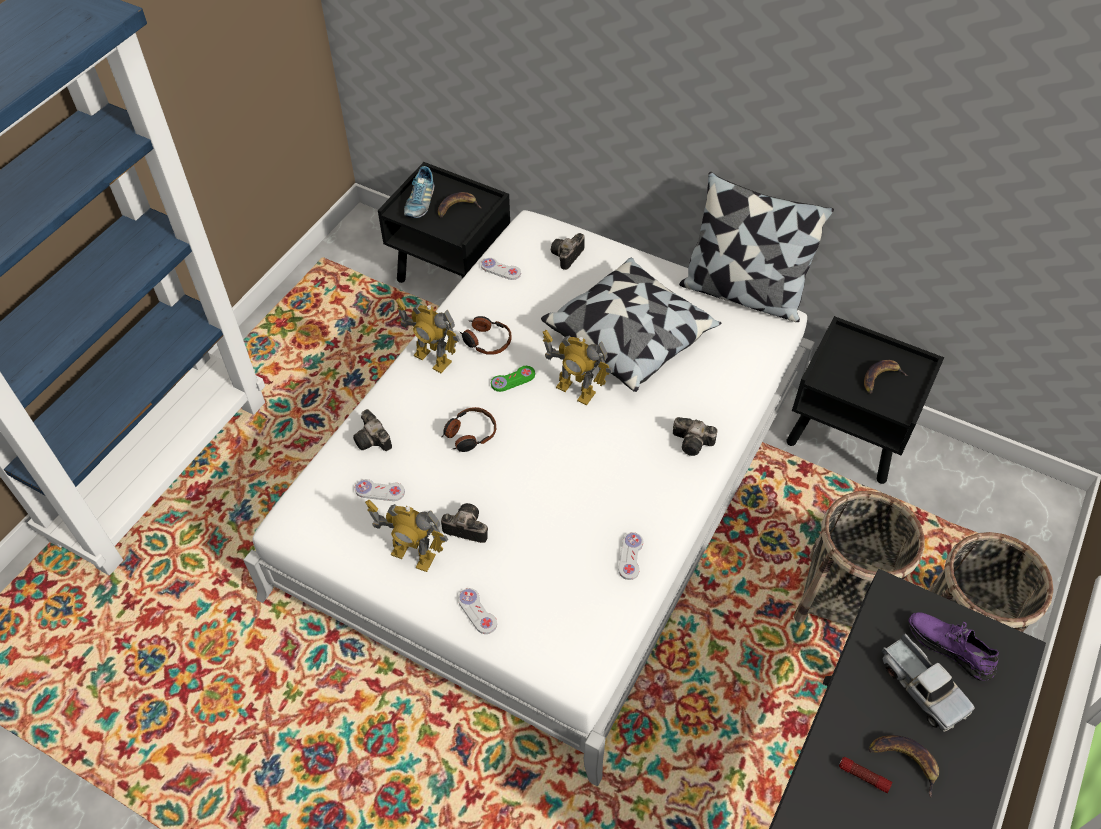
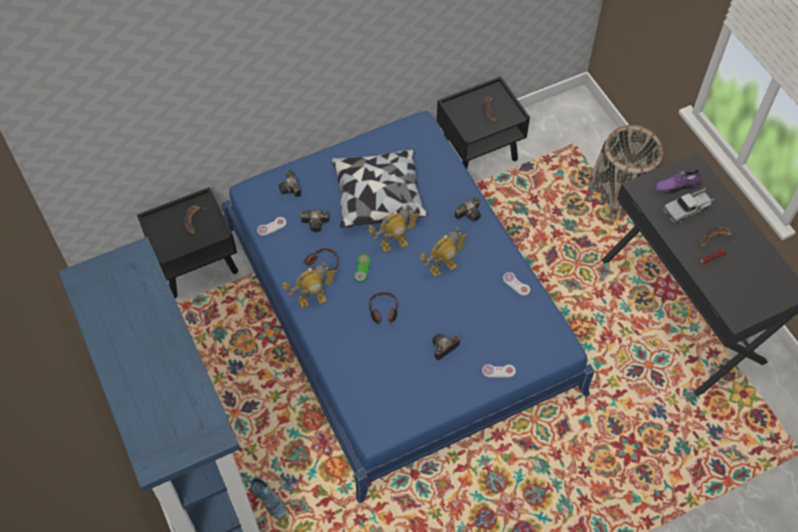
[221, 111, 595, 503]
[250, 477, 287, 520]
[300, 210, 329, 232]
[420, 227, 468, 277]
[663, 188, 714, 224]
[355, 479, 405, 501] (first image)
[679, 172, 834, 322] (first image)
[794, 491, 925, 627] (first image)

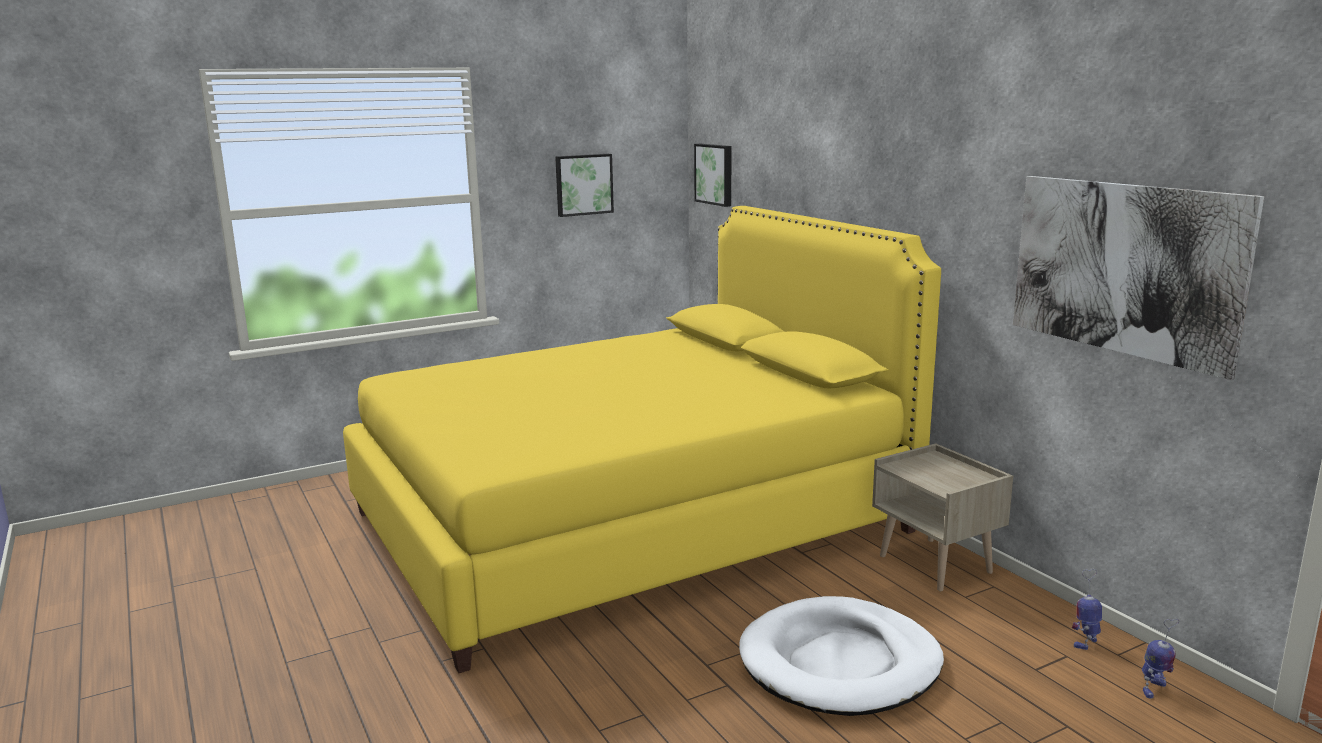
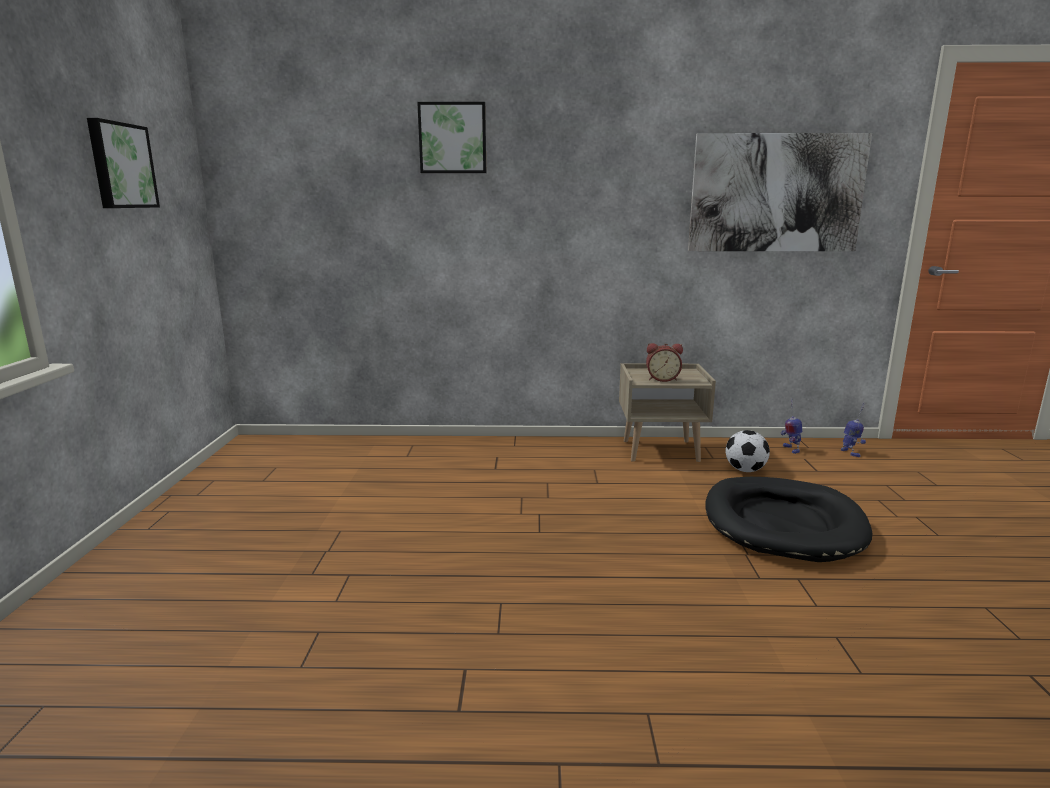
[417, 102, 486, 173]
[646, 343, 683, 382]
[705, 477, 873, 562]
[726, 430, 770, 472]
[343, 206, 941, 673] (first image)

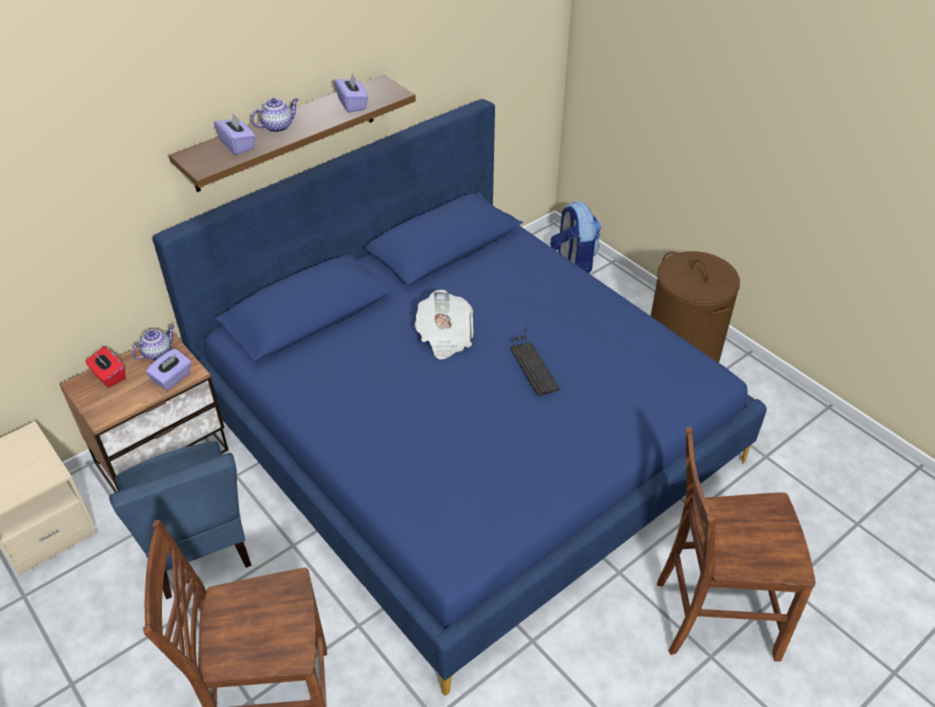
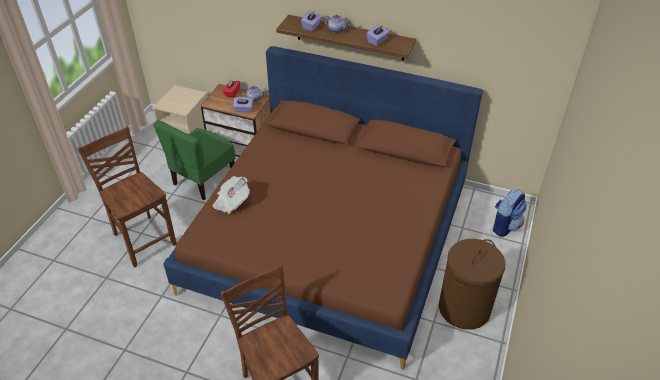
[153, 120, 235, 200]
[164, 46, 483, 370]
[213, 176, 250, 214]
[510, 326, 560, 396] (first image)

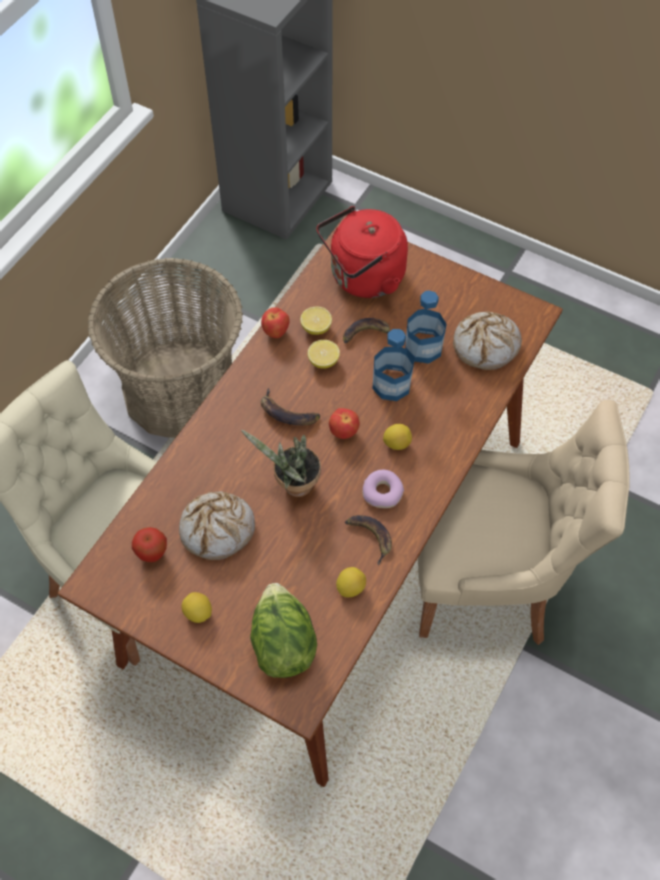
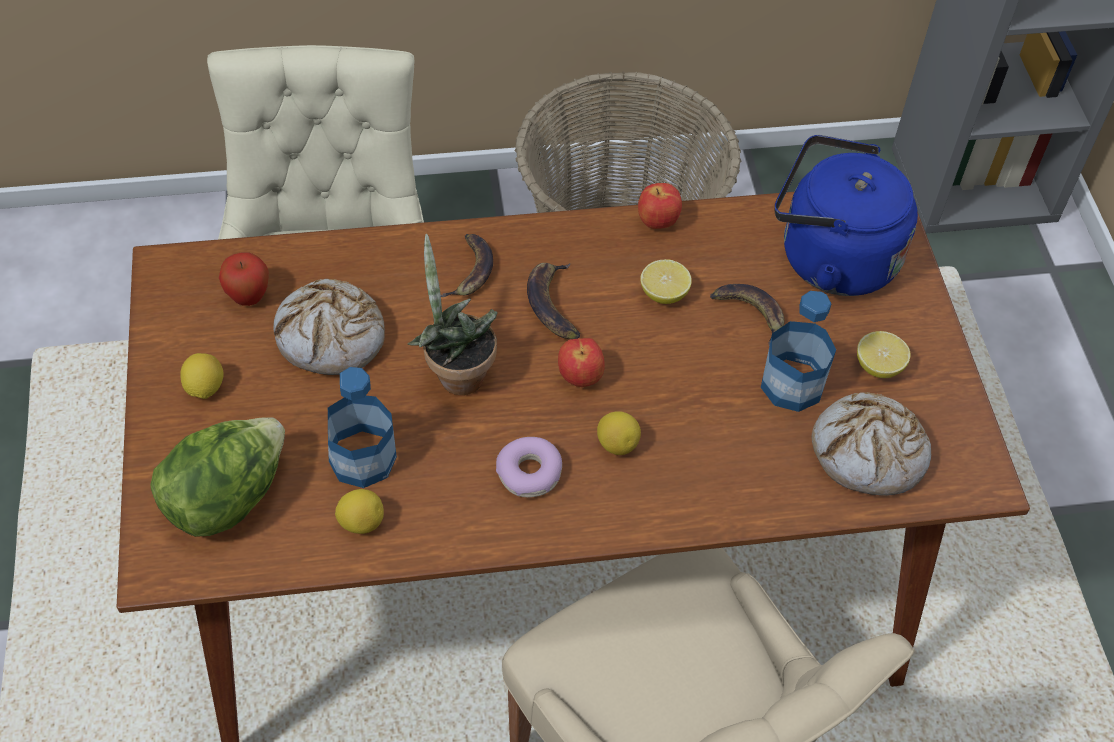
[328, 367, 397, 488]
[441, 234, 493, 297]
[774, 135, 918, 296]
[857, 331, 911, 378]

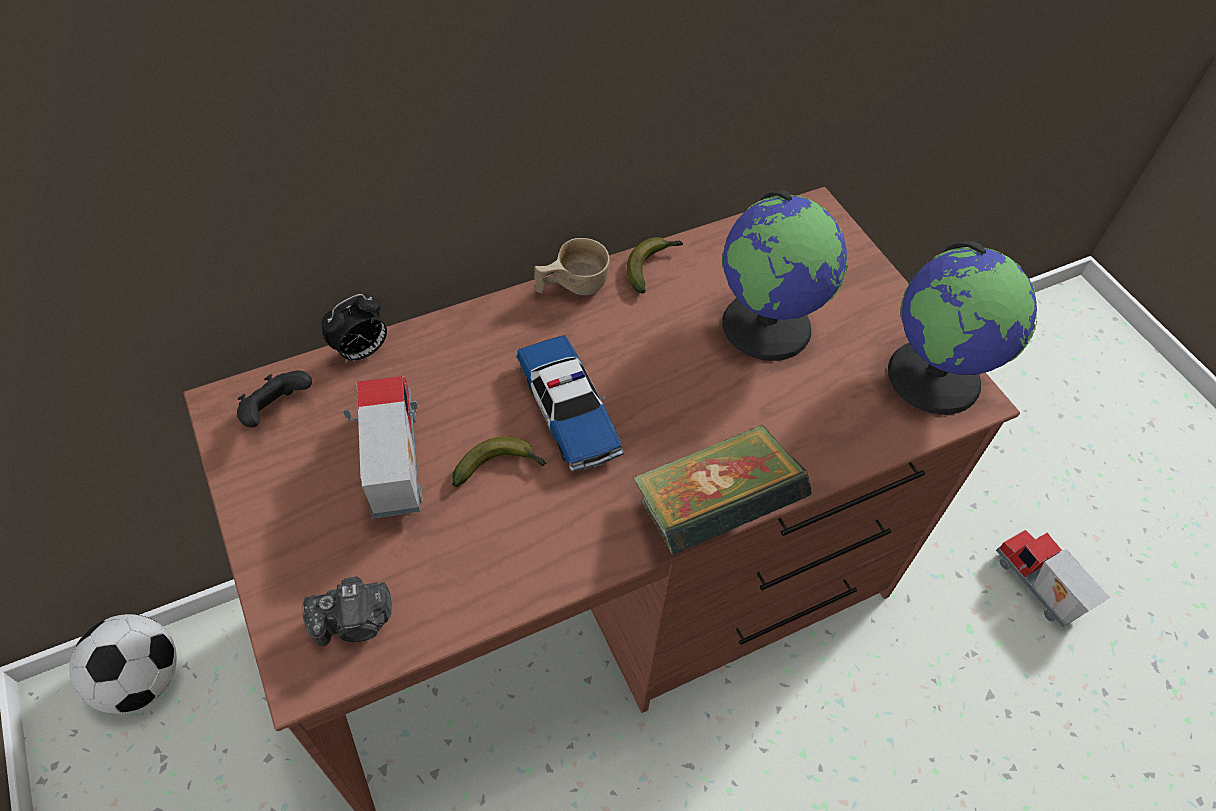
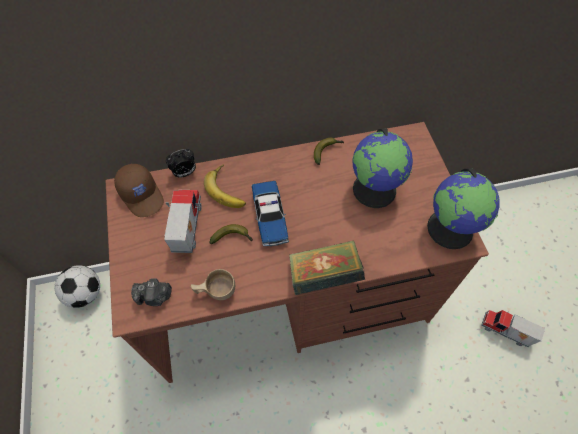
[114, 163, 164, 217]
[191, 269, 235, 300]
[204, 165, 246, 208]
[481, 310, 545, 347]

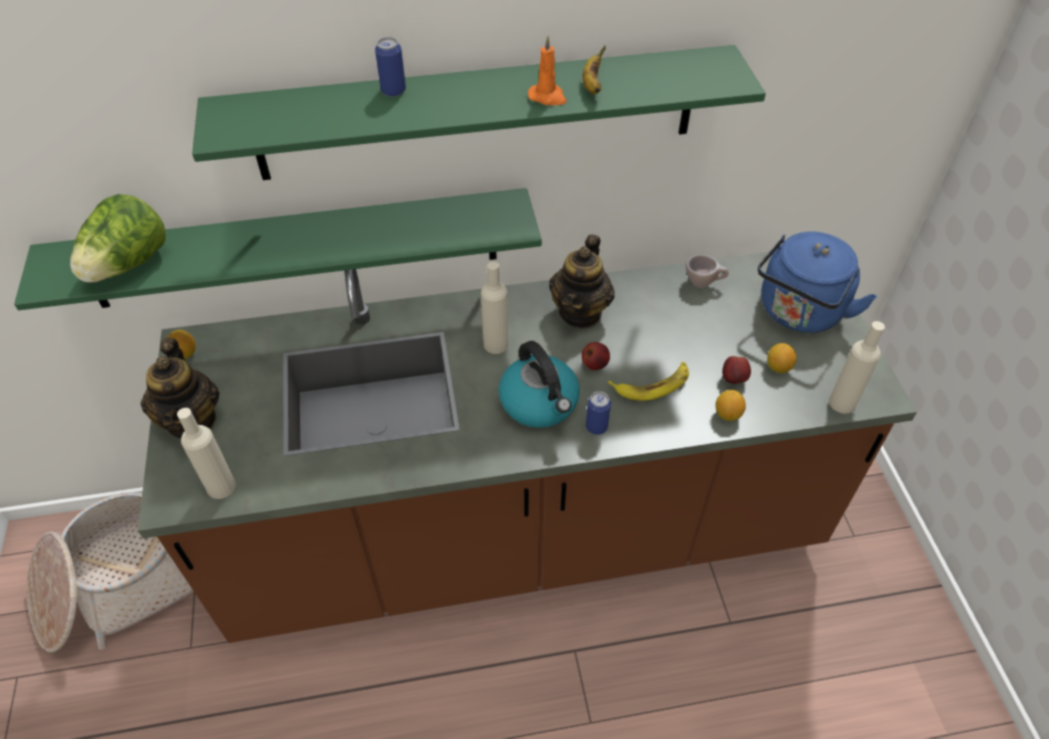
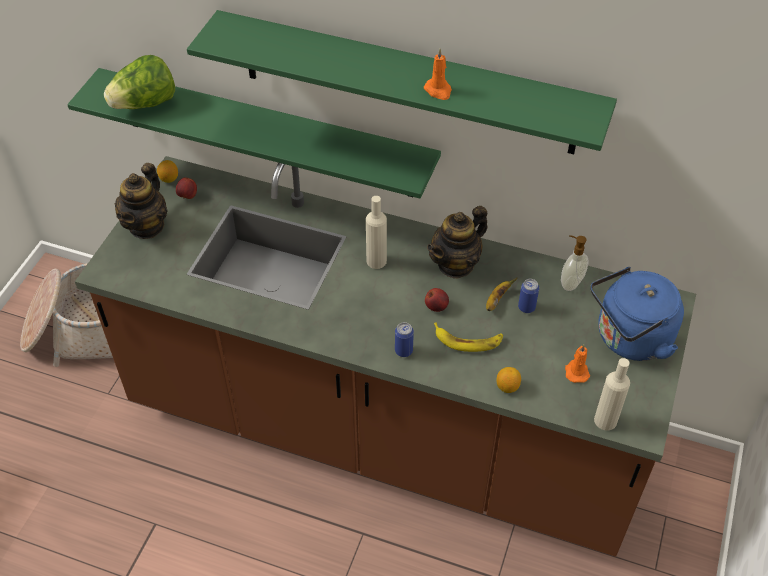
[176, 178, 197, 199]
[486, 277, 518, 311]
[518, 279, 539, 313]
[561, 235, 589, 291]
[565, 345, 590, 383]
[177, 408, 236, 499] (first image)
[498, 341, 580, 428] (first image)

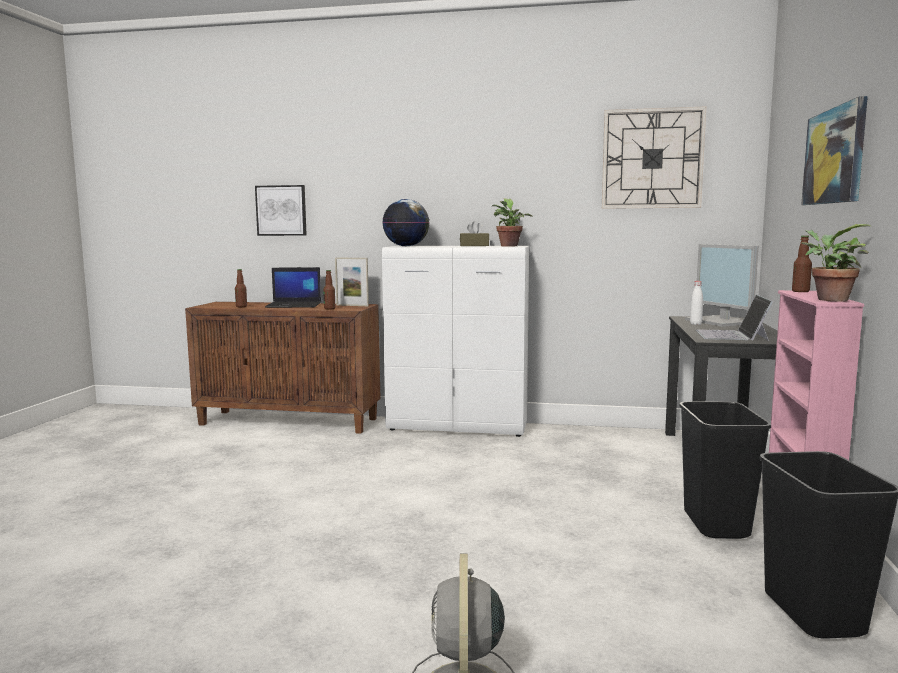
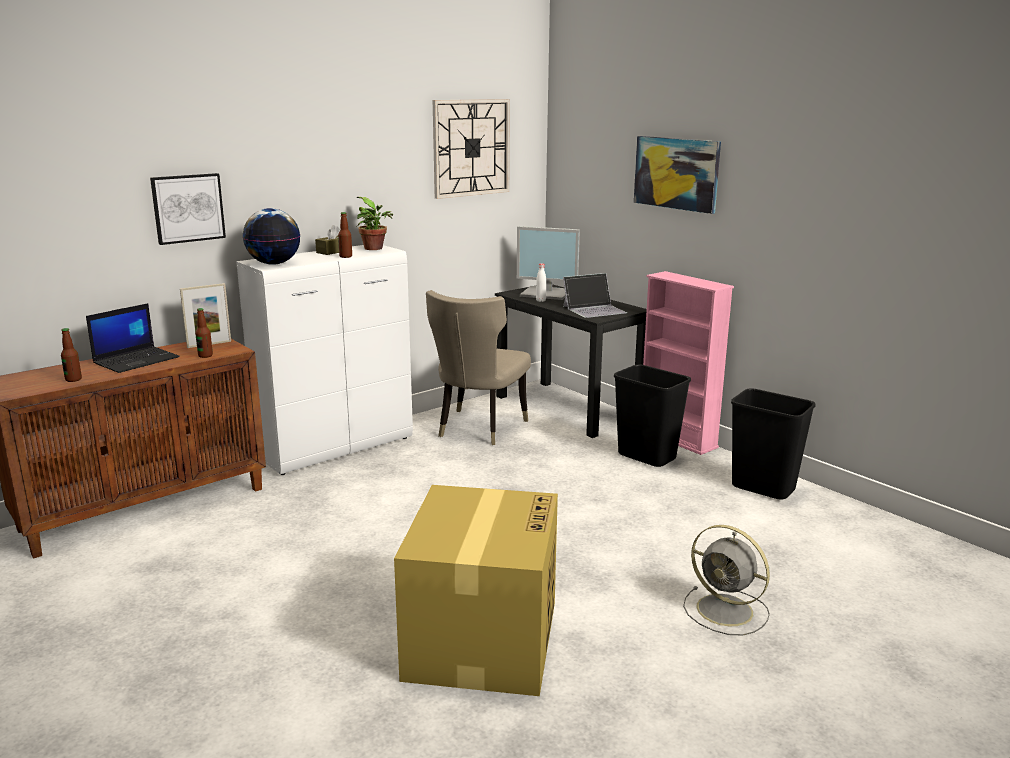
[150, 173, 226, 245]
[338, 212, 352, 258]
[394, 485, 558, 696]
[426, 290, 531, 445]
[563, 273, 628, 318]
[802, 224, 870, 302] (first image)

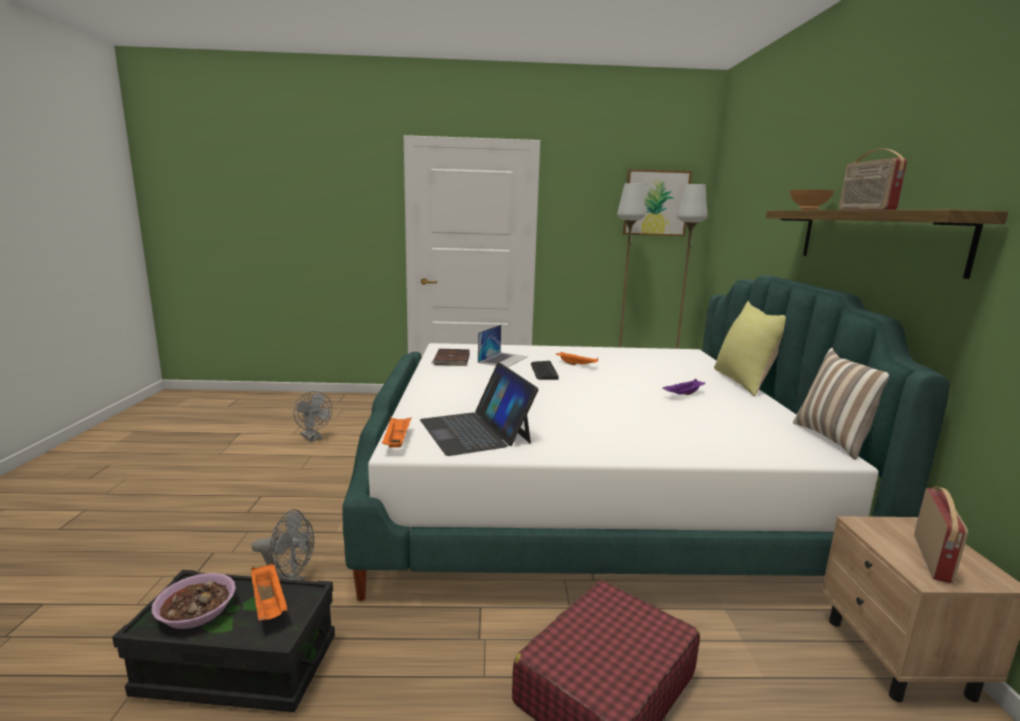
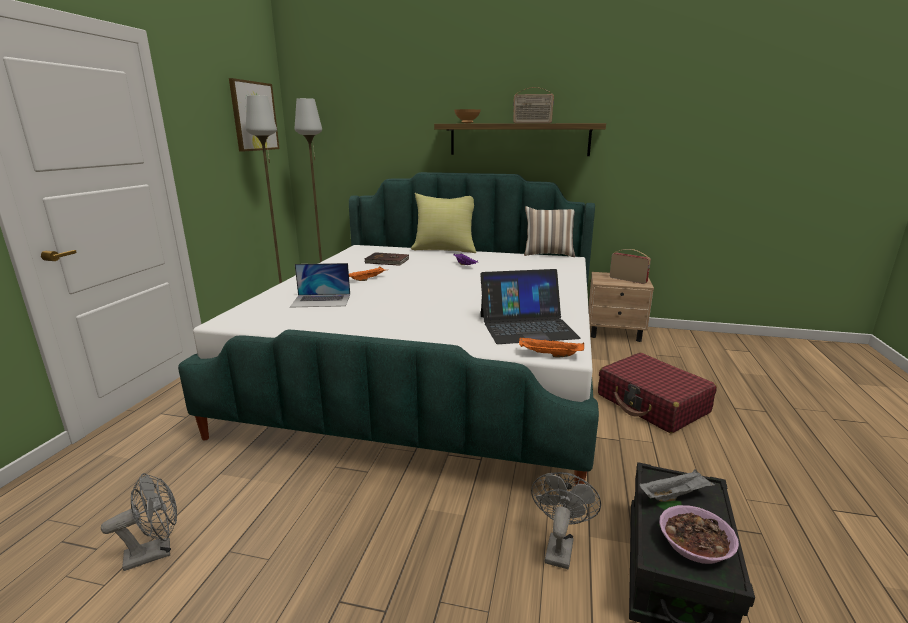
[290, 263, 350, 307]
[364, 252, 409, 266]
[640, 469, 715, 502]
[531, 361, 559, 380] (first image)

